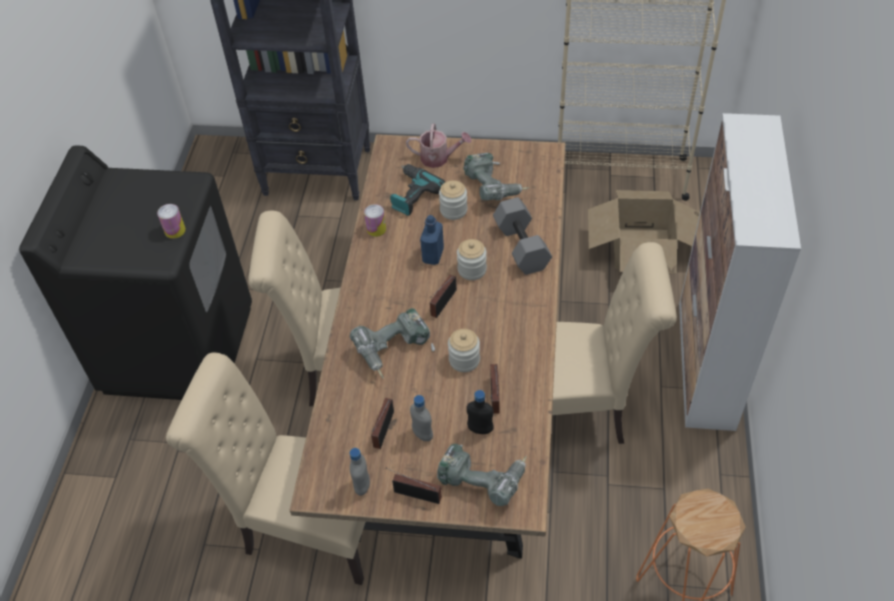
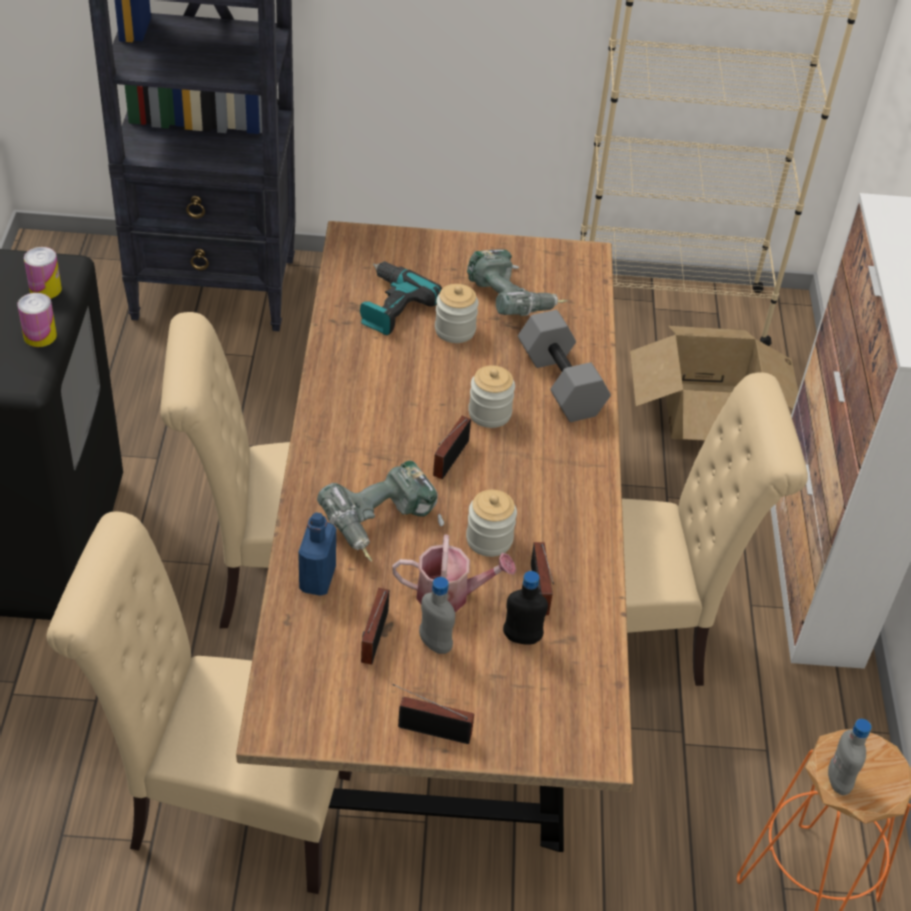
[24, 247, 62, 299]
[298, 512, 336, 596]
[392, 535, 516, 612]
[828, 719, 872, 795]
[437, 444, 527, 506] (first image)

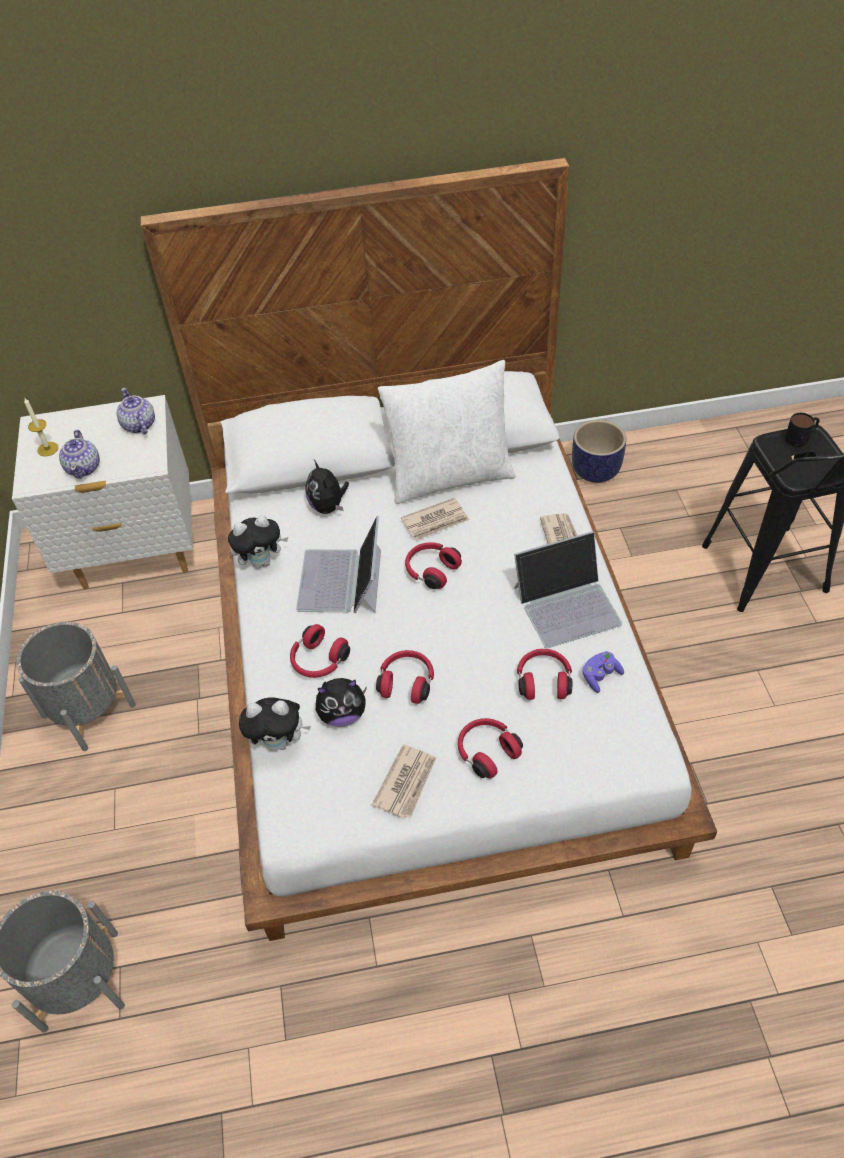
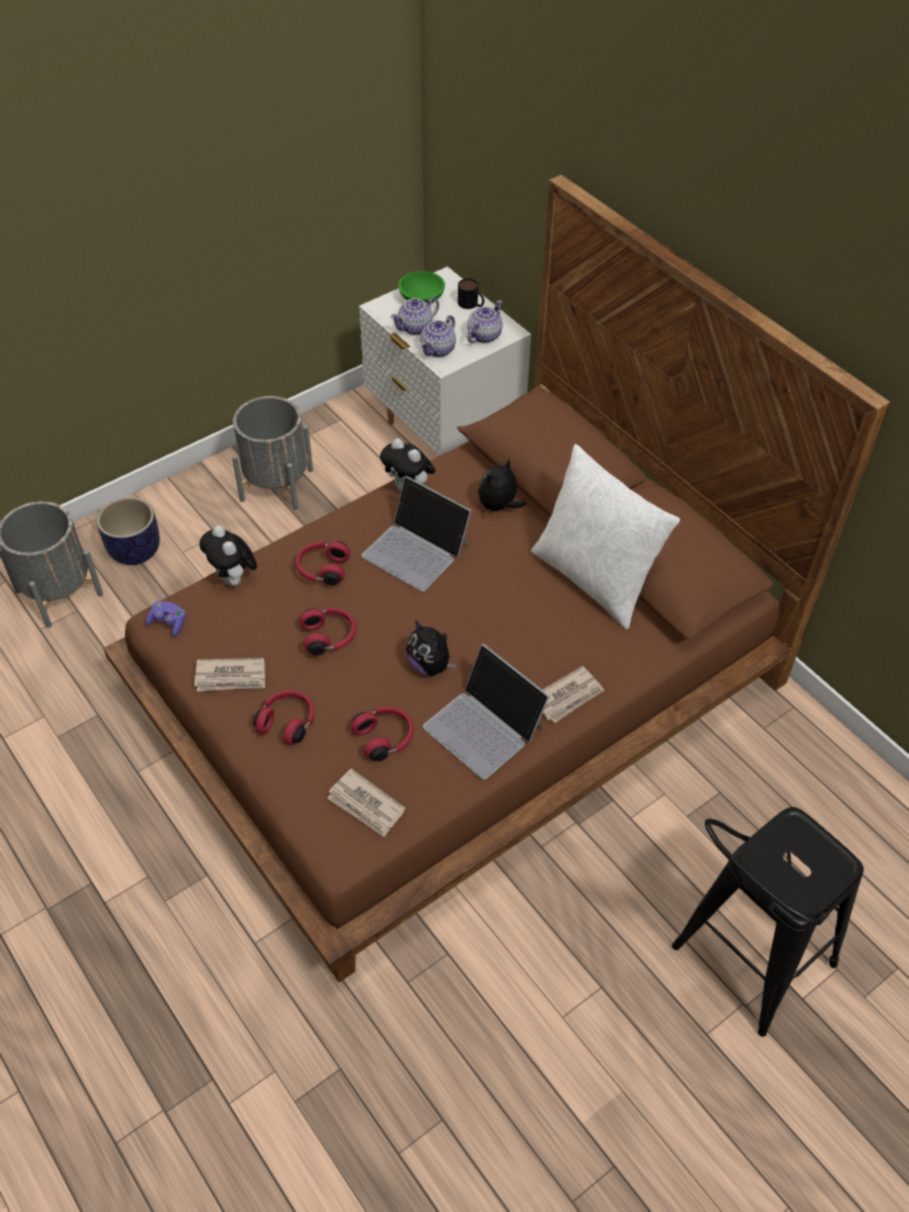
[97, 497, 160, 565]
[103, 175, 890, 982]
[146, 601, 185, 637]
[327, 768, 405, 837]
[361, 476, 472, 591]
[398, 271, 445, 303]
[406, 620, 457, 676]
[420, 315, 456, 357]
[458, 279, 484, 309]
[405, 542, 462, 589] (first image)

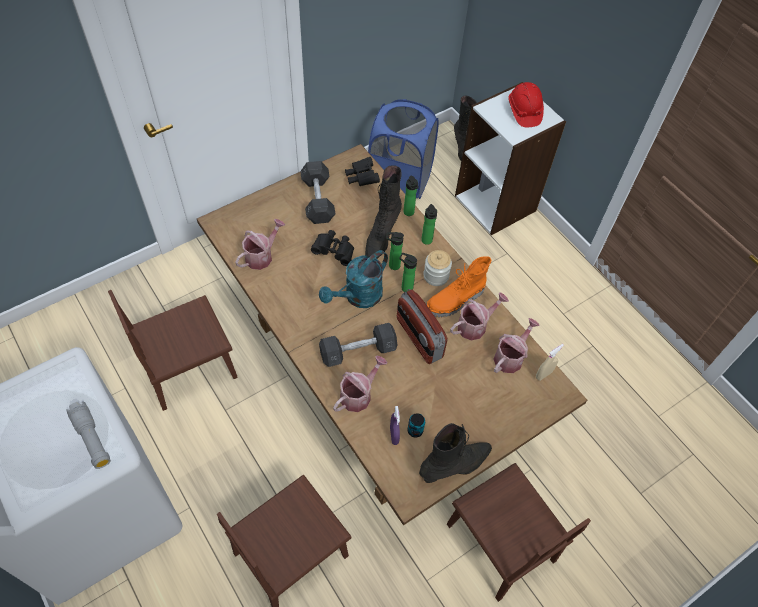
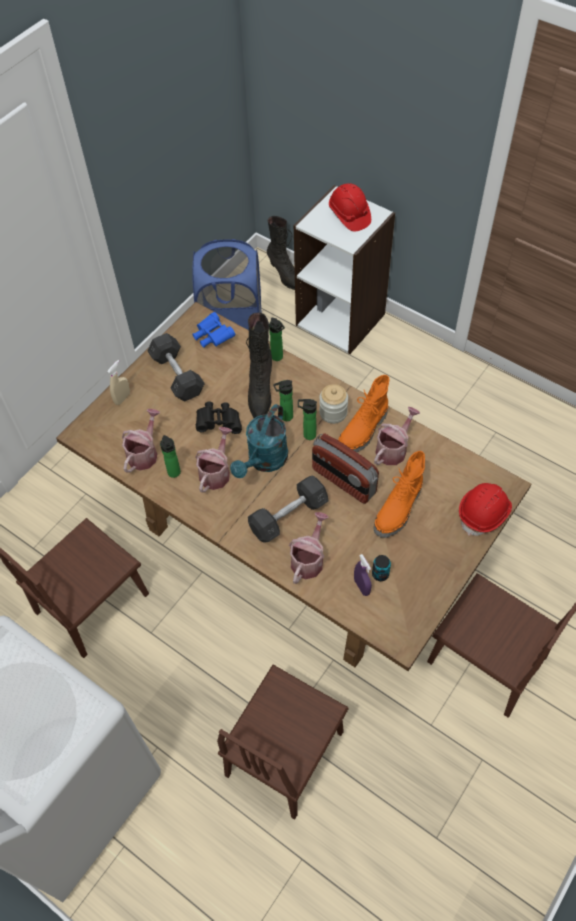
[107, 360, 130, 405]
[160, 435, 181, 478]
[192, 312, 235, 348]
[195, 427, 232, 493]
[374, 451, 425, 538]
[459, 483, 512, 536]
[67, 401, 111, 469] (first image)
[419, 423, 492, 483] (first image)

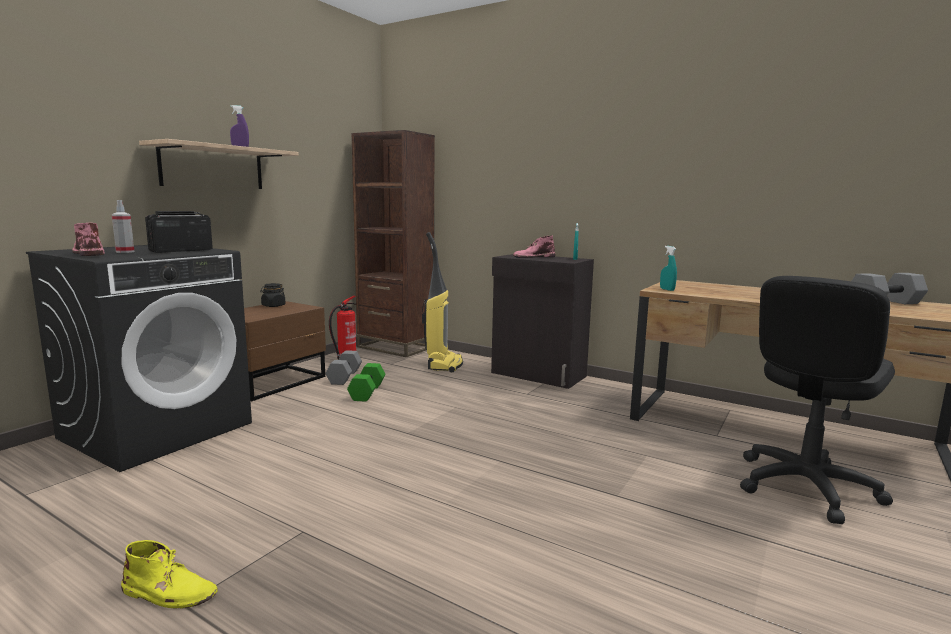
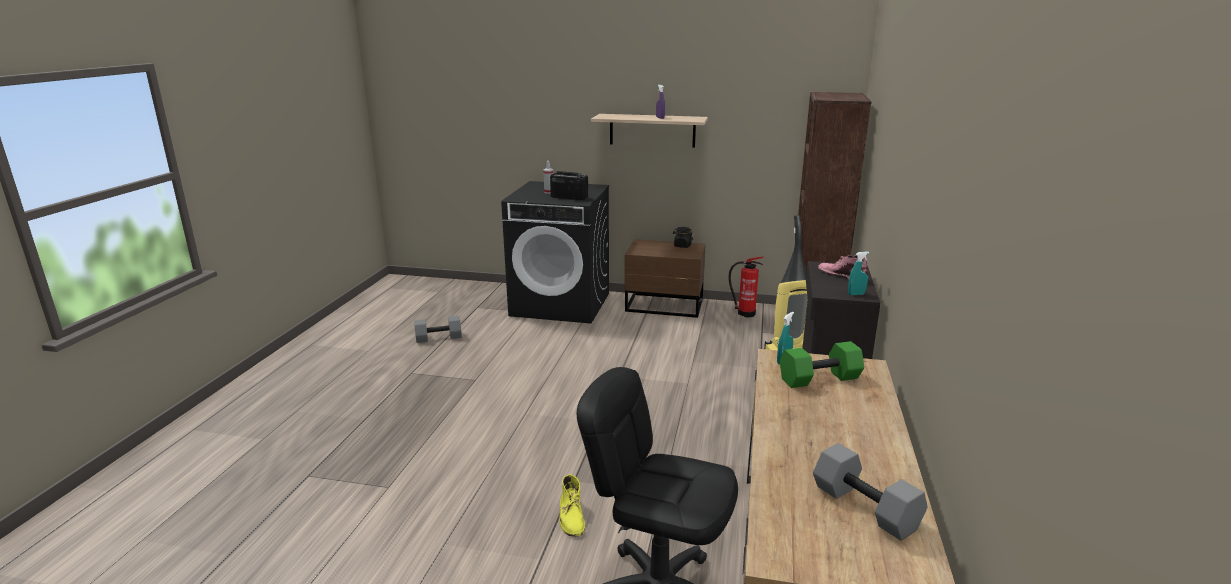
[414, 316, 462, 343]
[559, 474, 585, 537]
[780, 341, 864, 388]
[72, 223, 105, 256] (first image)

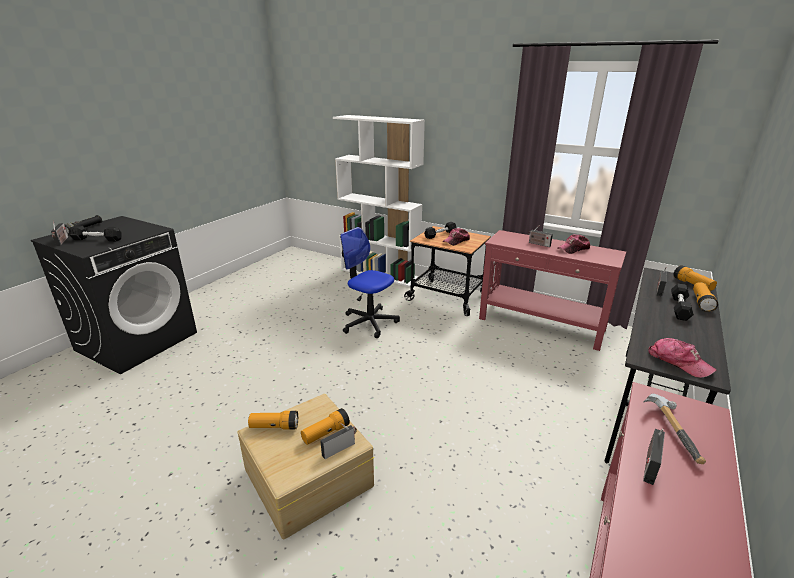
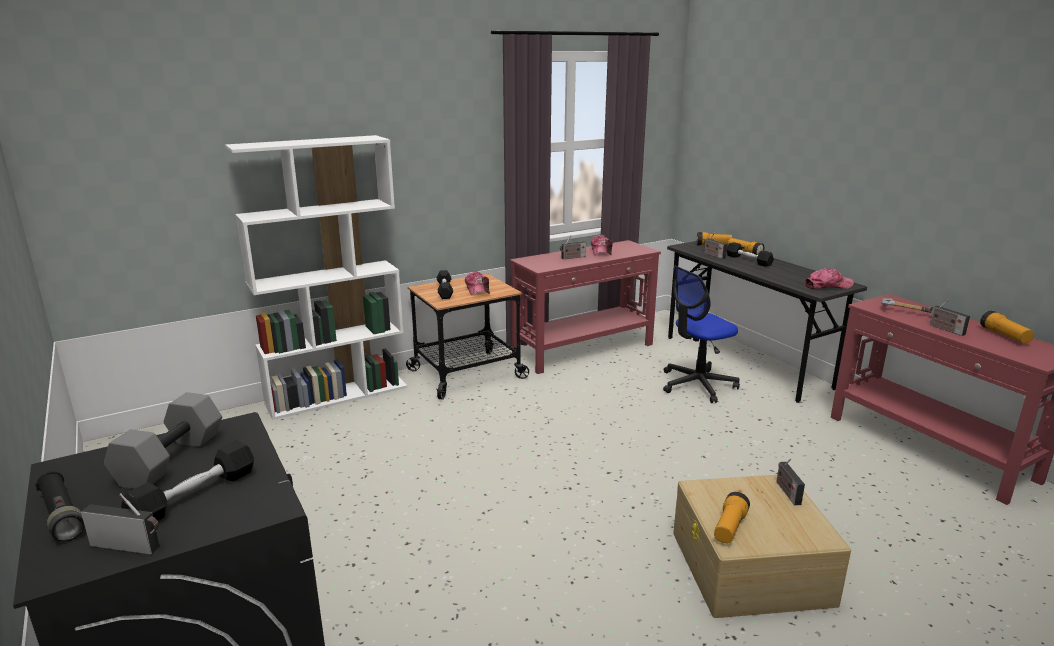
[104, 392, 222, 489]
[663, 266, 740, 403]
[980, 311, 1034, 343]

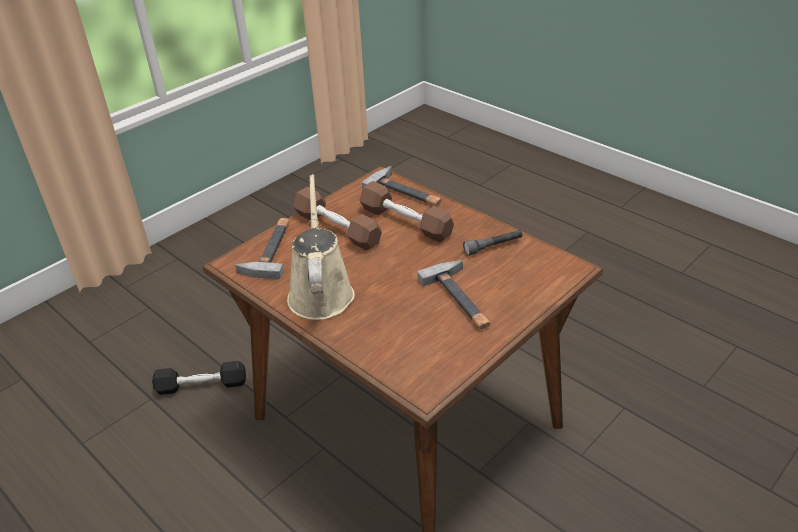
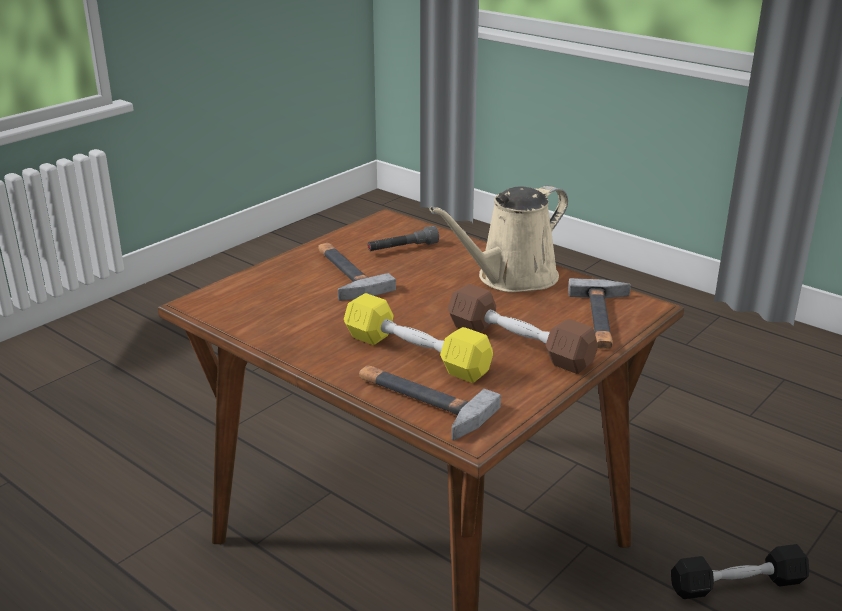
[344, 293, 493, 383]
[367, 226, 439, 251]
[429, 186, 568, 293]

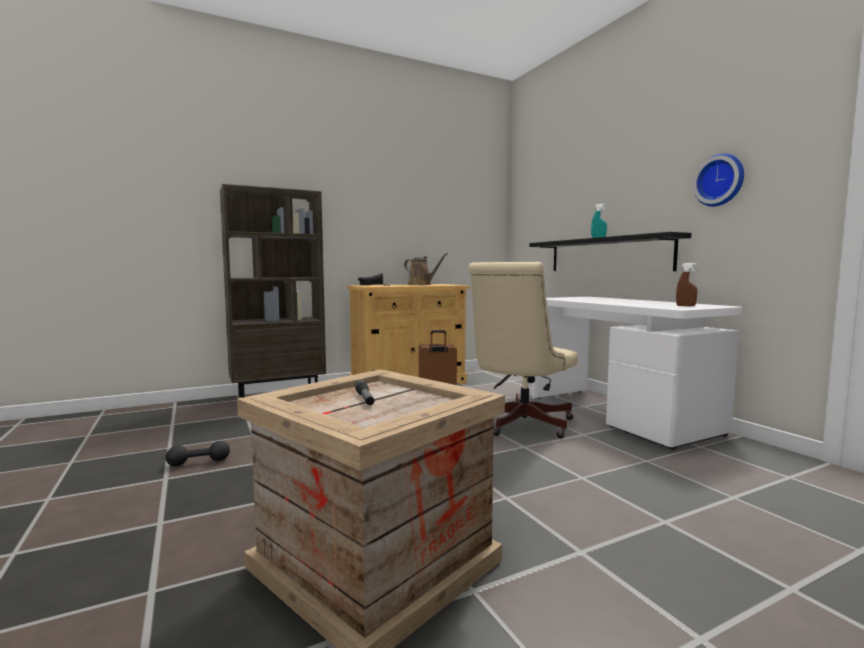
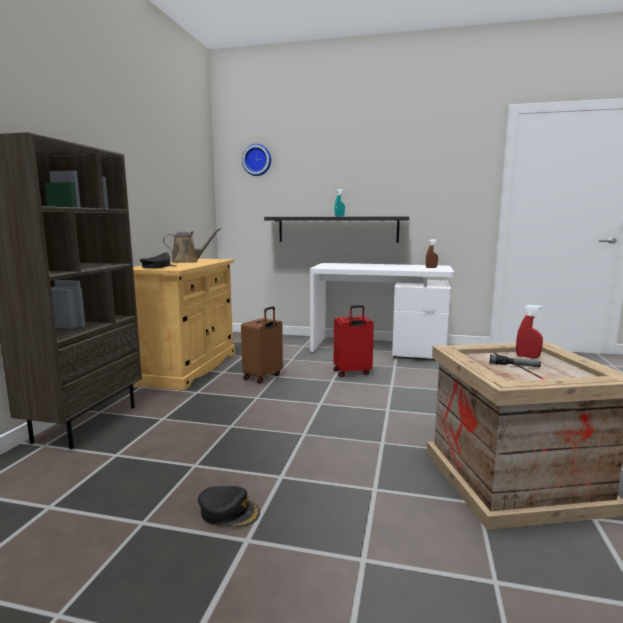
[198, 486, 260, 527]
[242, 144, 271, 176]
[333, 305, 374, 377]
[516, 305, 543, 358]

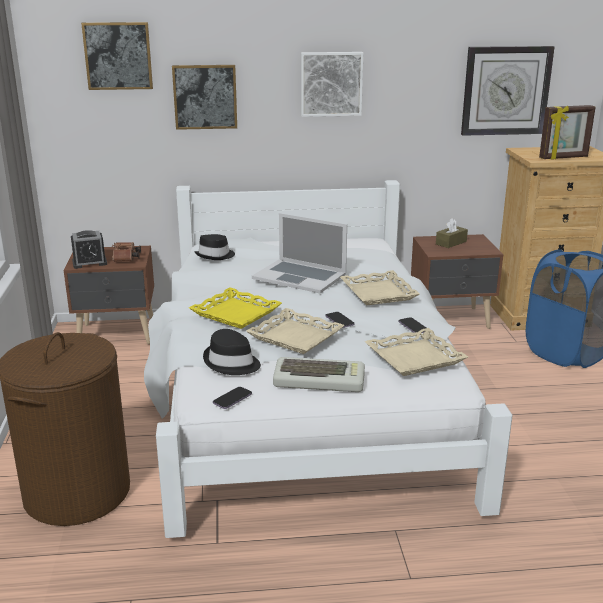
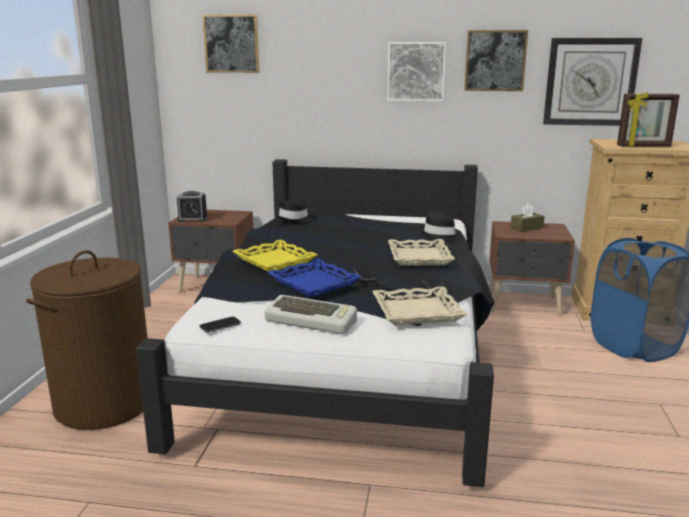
[136, 159, 494, 487]
[267, 259, 362, 297]
[420, 211, 461, 241]
[464, 30, 528, 91]
[112, 242, 141, 262] (first image)
[252, 213, 347, 294] (first image)

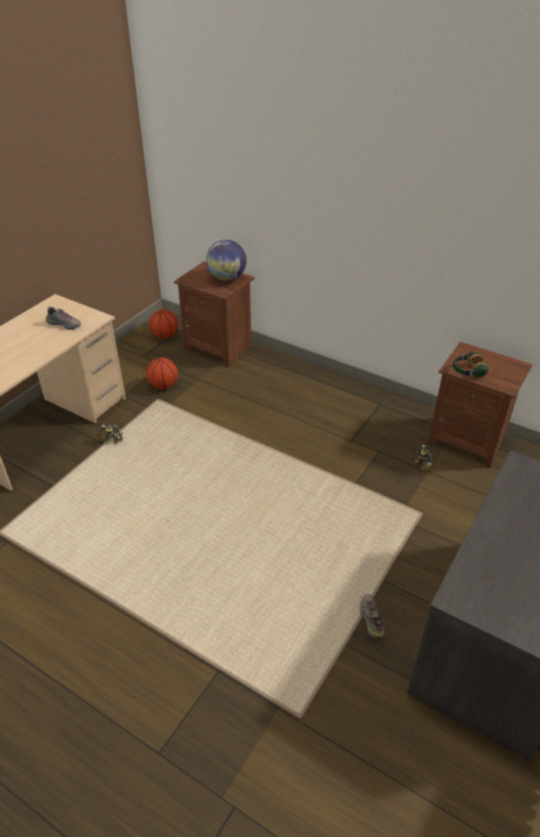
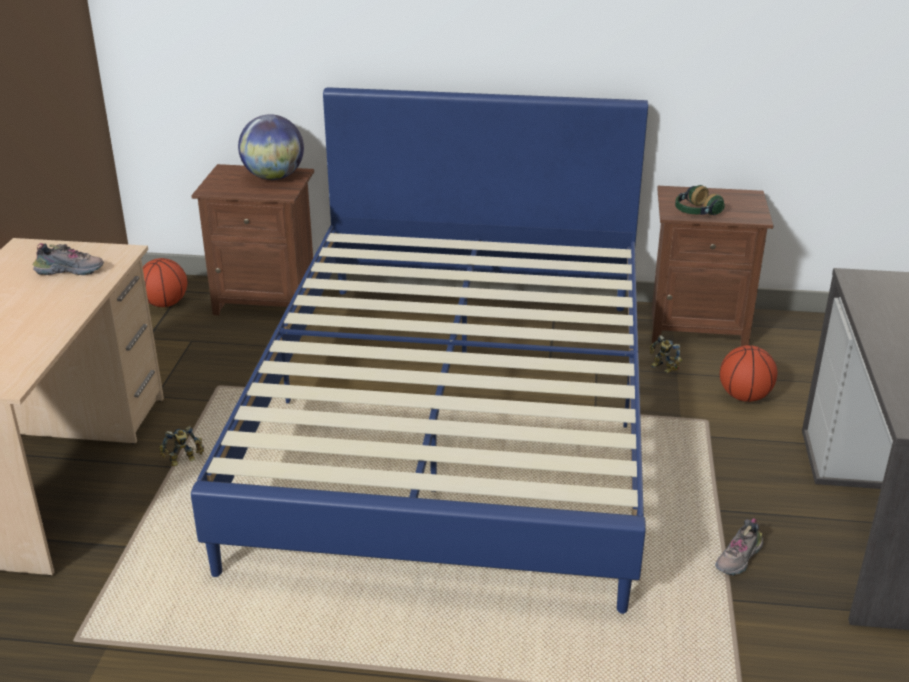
[191, 87, 648, 614]
[715, 518, 763, 575]
[720, 345, 777, 402]

